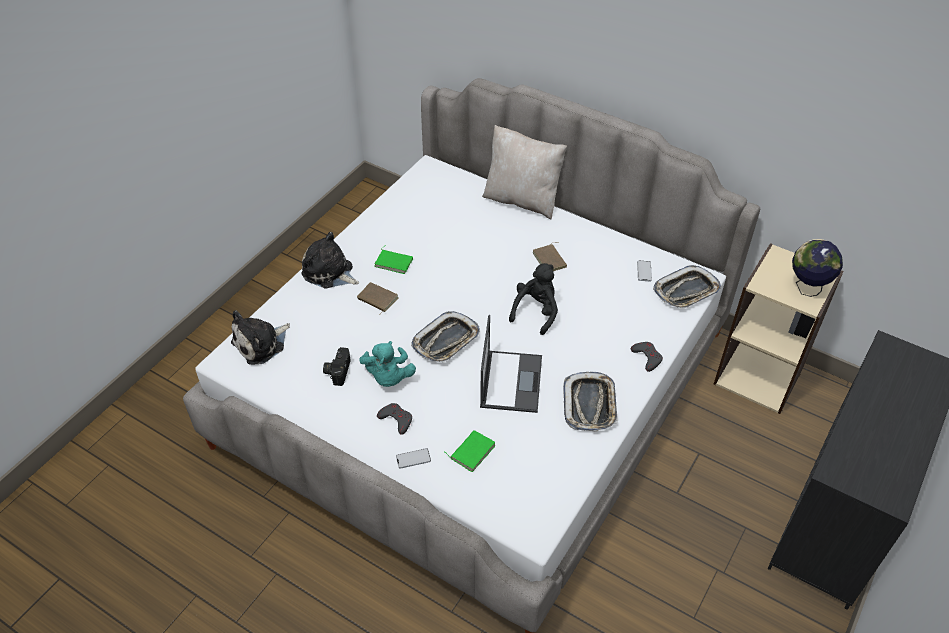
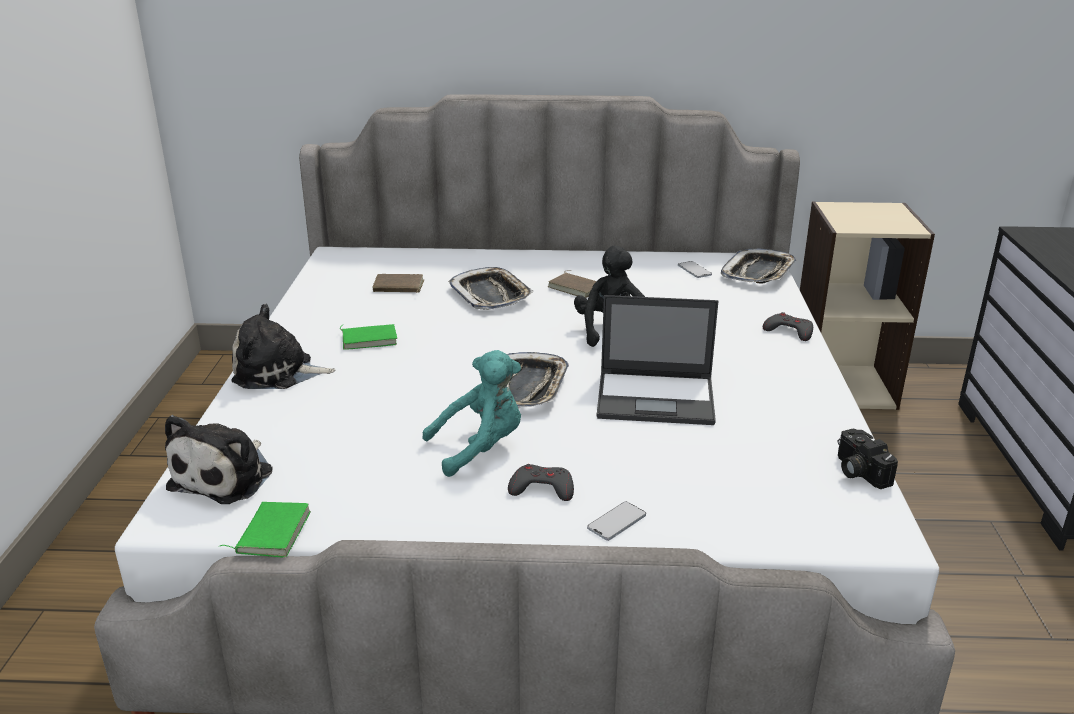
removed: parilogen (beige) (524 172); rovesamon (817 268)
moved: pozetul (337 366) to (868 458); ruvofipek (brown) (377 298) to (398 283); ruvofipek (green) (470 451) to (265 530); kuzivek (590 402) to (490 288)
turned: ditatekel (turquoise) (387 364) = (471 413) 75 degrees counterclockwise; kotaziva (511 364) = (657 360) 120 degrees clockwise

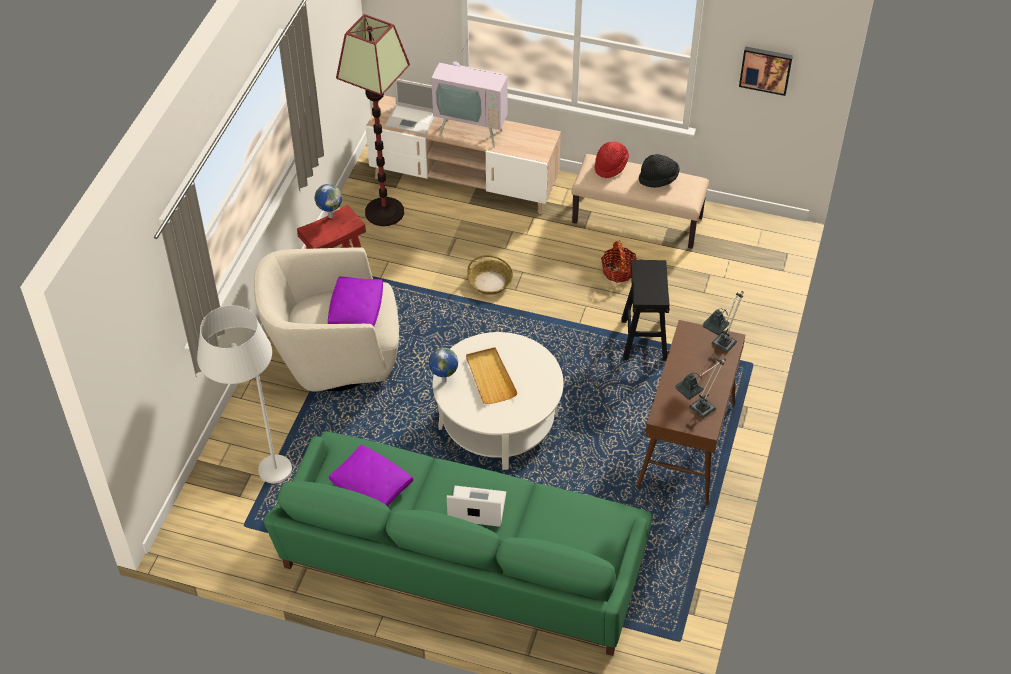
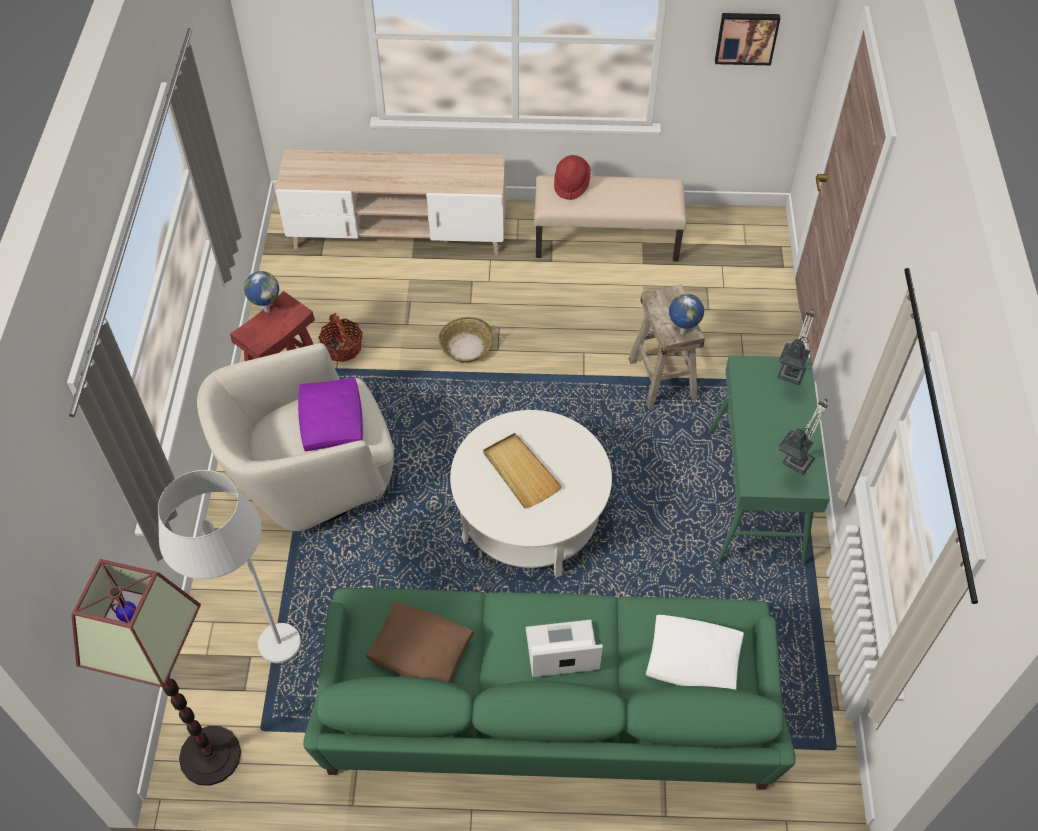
removed: kotaziva (410 107); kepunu (469 90); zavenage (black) (659 171)
added: parilogen (white) (695 652)
moved: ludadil (373 120) to (156 672); rovesamon (443 365) to (686 314); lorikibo (619 261) to (340 337)
recoloured: parilogen (purple) (371 476) to parilogen (brown) (420 642); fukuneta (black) (645 310) to fukuneta (beige) (667 346); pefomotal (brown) (691 412) to pefomotal (green) (769 460)

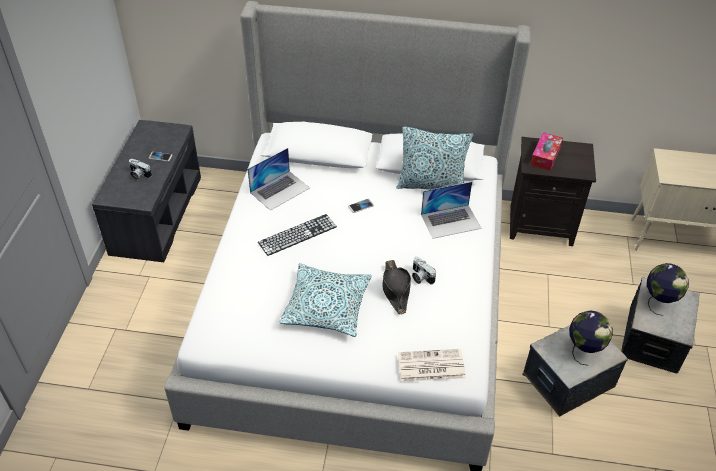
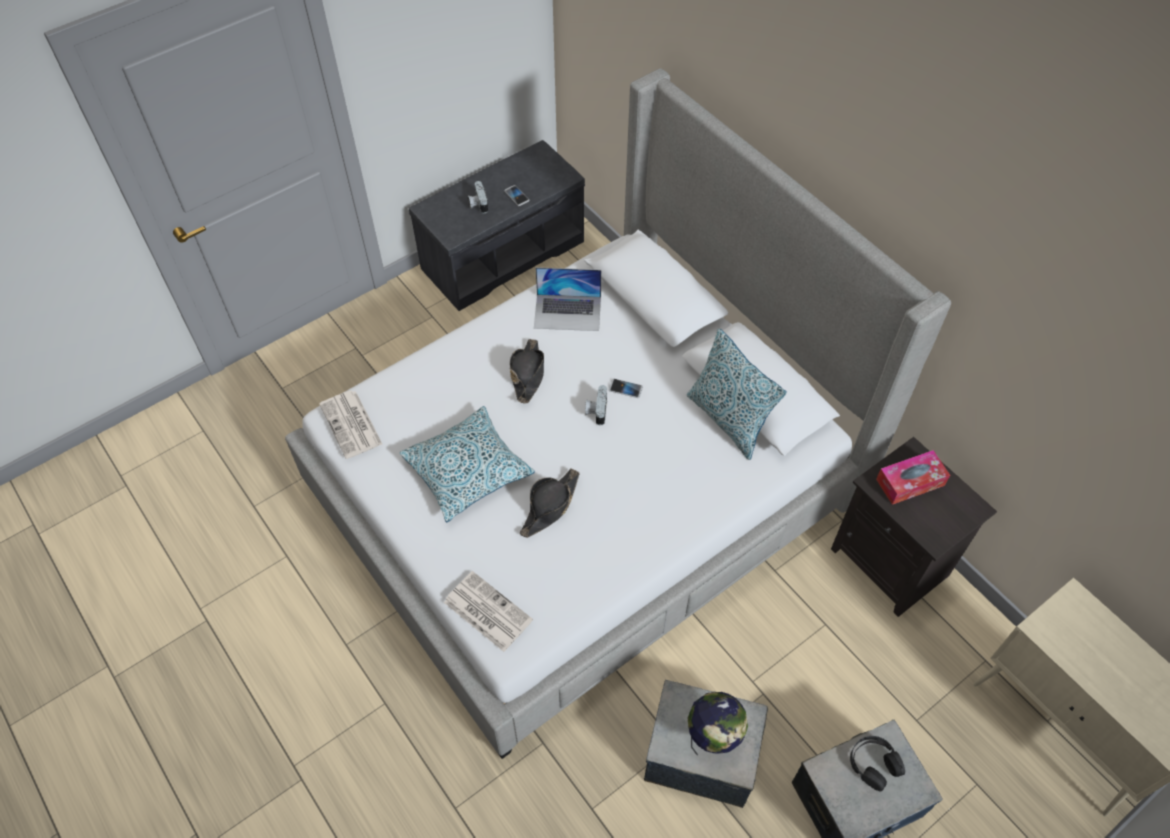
removed: kotaziva (451 210)
added: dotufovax (350 425)
moved: pozetul (424 270) to (596 405)
replaced: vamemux (297 235) to zavenage (black) (527 371); rovesamon (668 289) to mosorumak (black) (877 764)

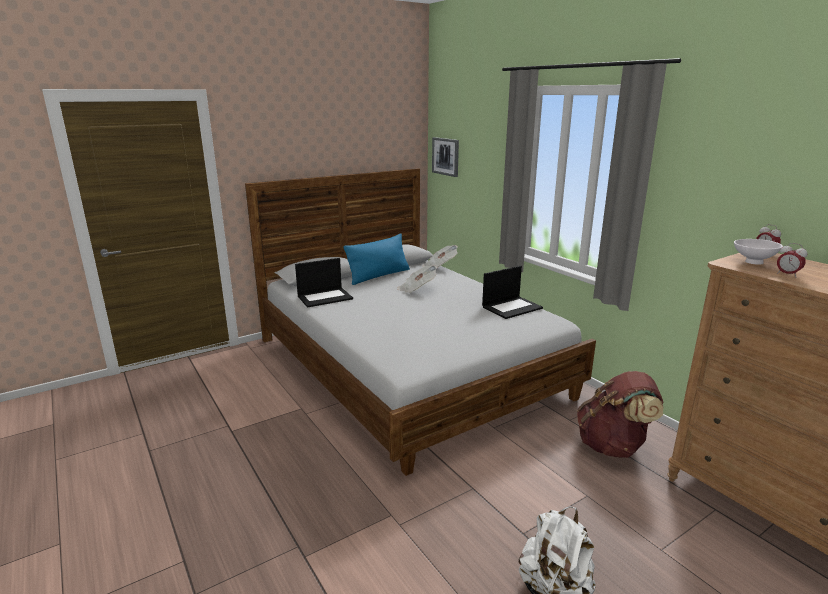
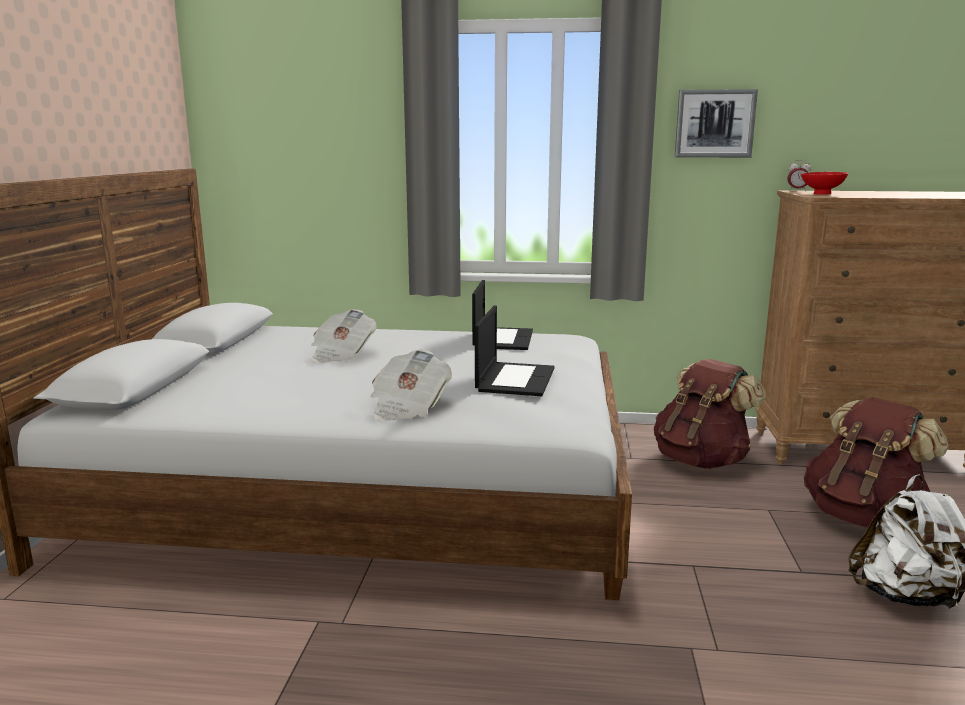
removed: parilogen (blue) (376 259); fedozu (792 260)
added: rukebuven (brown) (876 462)
moved: kotaziva (324 282) to (514 351); dotufovax (440 256) to (411 385); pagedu (445 157) to (716 123)
recoloured: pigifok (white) (758 252) to pigifok (red) (825 183)

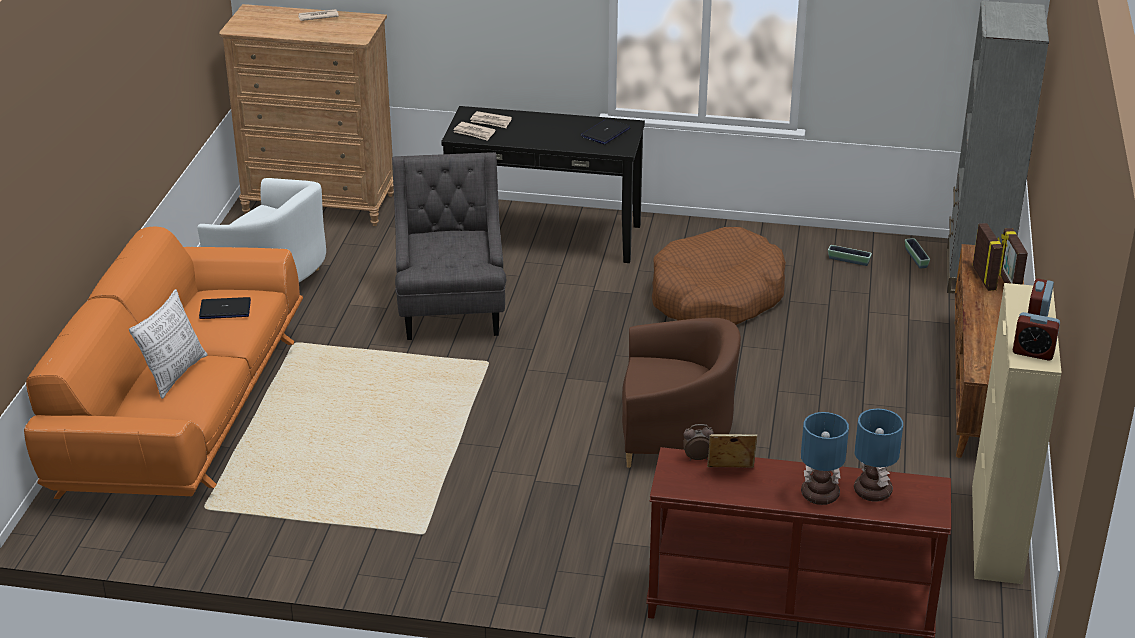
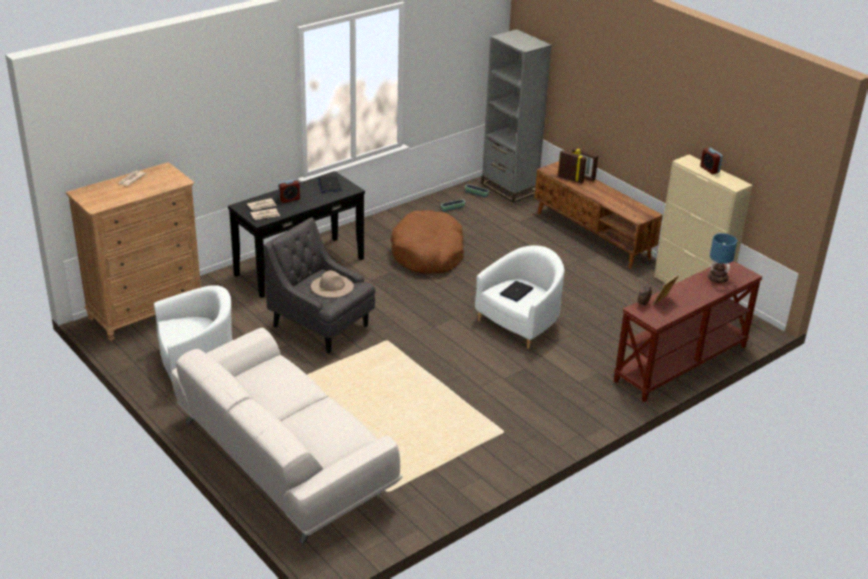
removed: parilogen (168 344); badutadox (825 458)
added: zavenage (beige) (332 284)
moved: kotaziva (225 308) to (516 291); fedozu (1036 336) to (289 191)
recoloured: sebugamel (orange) (163 363) to sebugamel (white) (287 436); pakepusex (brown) (681 393) to pakepusex (white) (520 297)

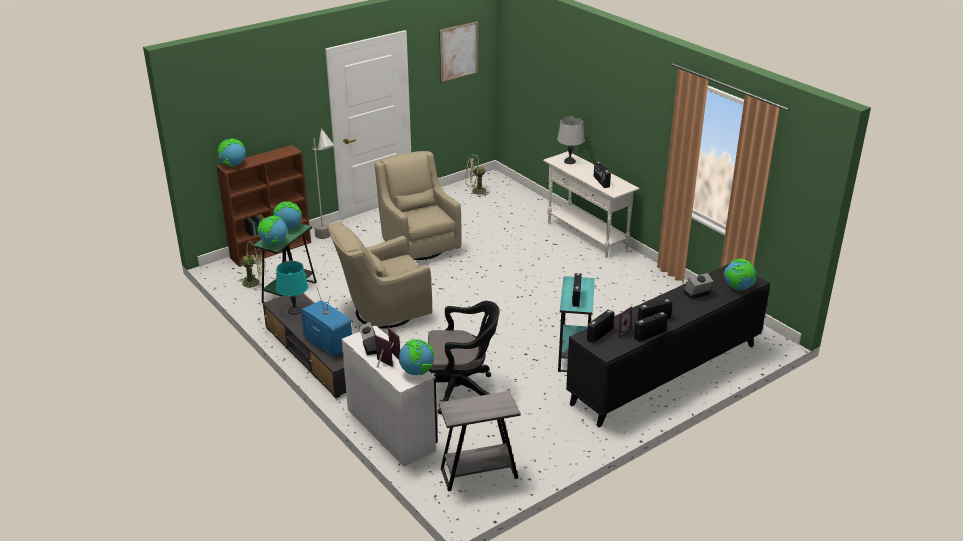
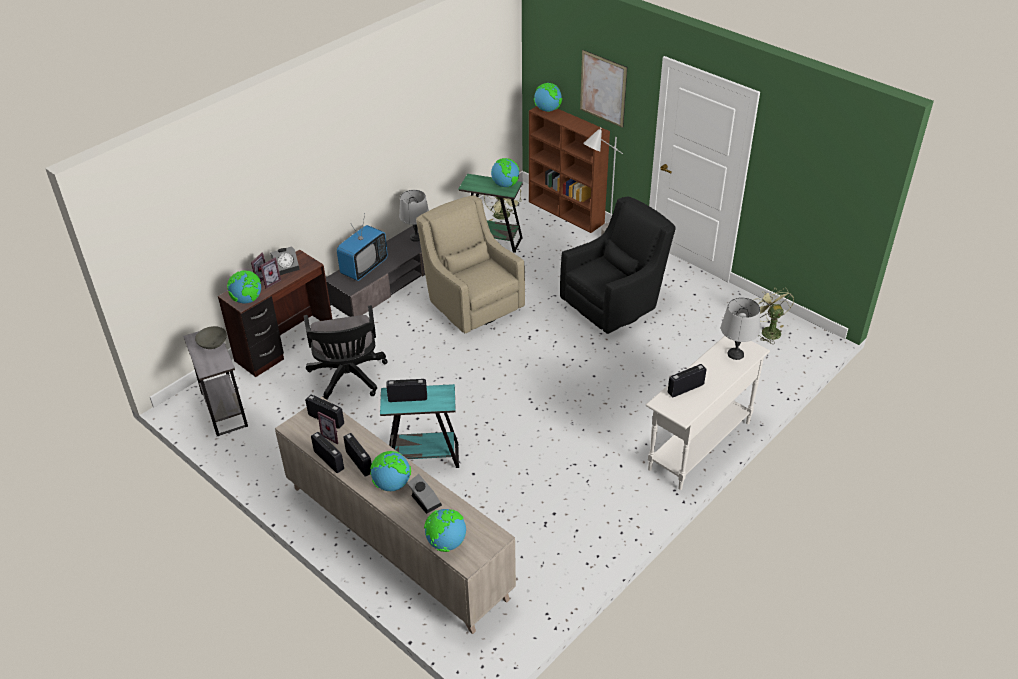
added: pigifok (grey) (211 337)
moved: rovesamon (272 230) to (390 471); pagedu (458 52) to (603 89)
recoloured: badutadox (turquoise) (292 288) to badutadox (grey) (414 216); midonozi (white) (390 396) to midonozi (brown) (275 313); pakepusex (beige) (418 205) to pakepusex (black) (617 265); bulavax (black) (668 345) to bulavax (beige) (395 515)

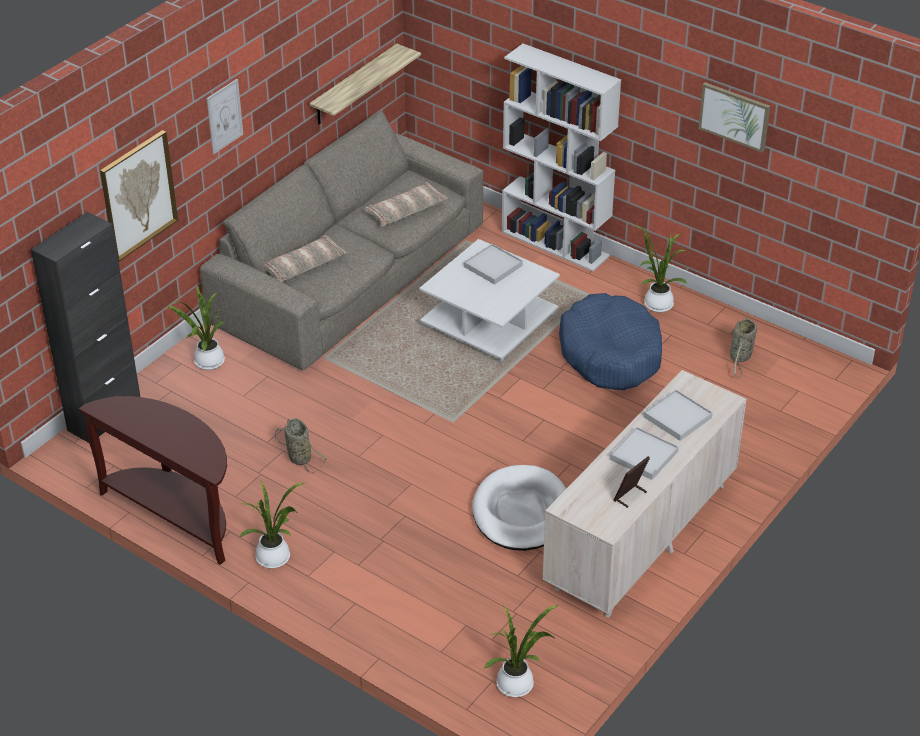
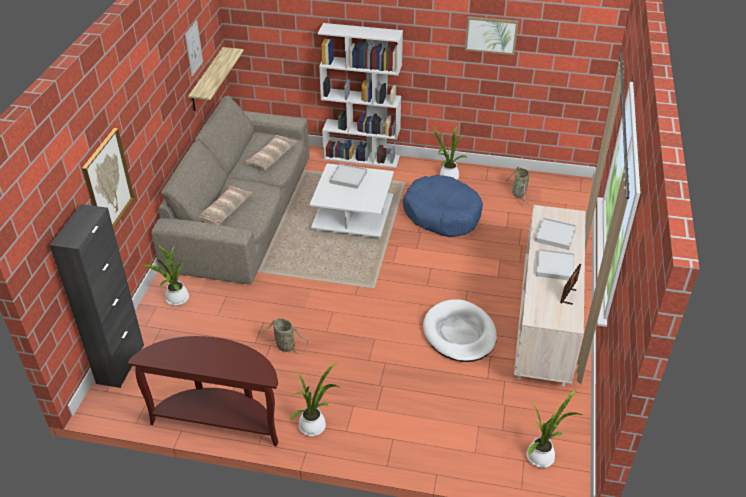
moved: pagedu (224 116) to (194 48)

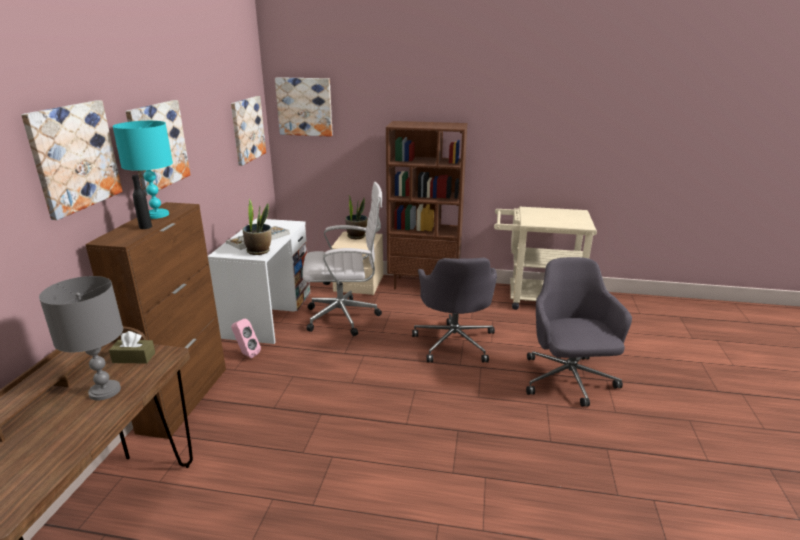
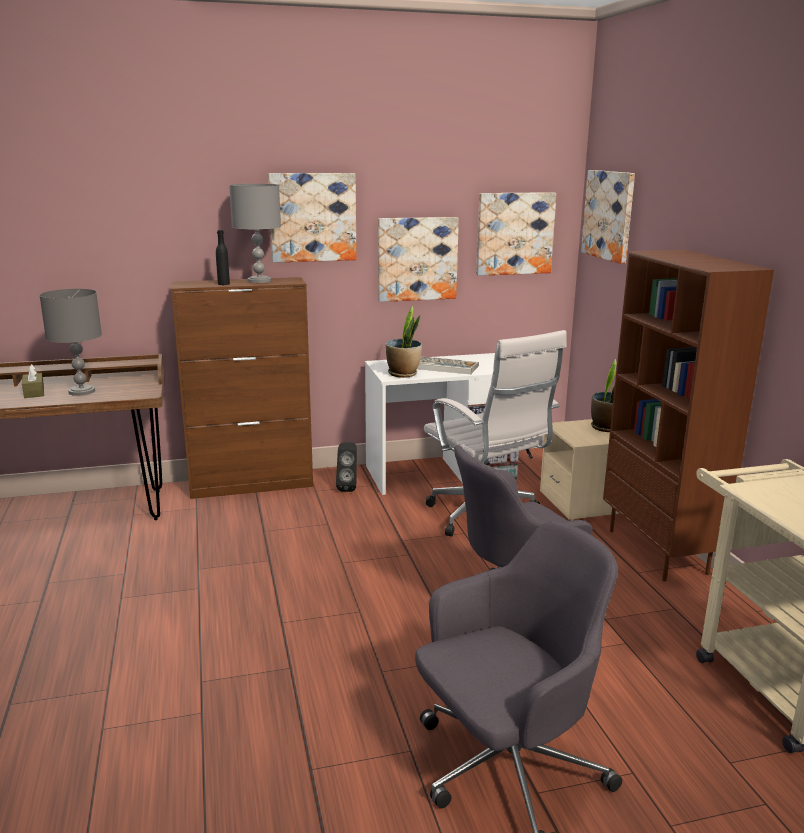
moved: pagedu (72 160) to (418 259); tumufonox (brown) (132 347) to (33 381)
recoloured: badutadox (turquoise) (143 170) to badutadox (grey) (255 233); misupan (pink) (246 338) to misupan (black) (346 467)

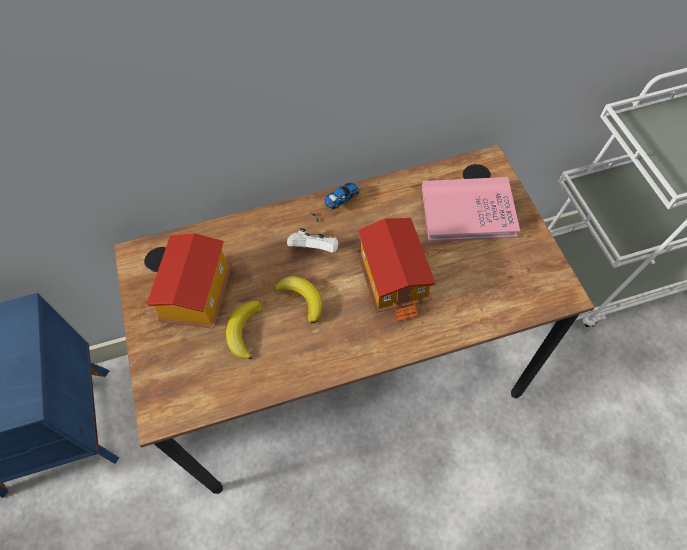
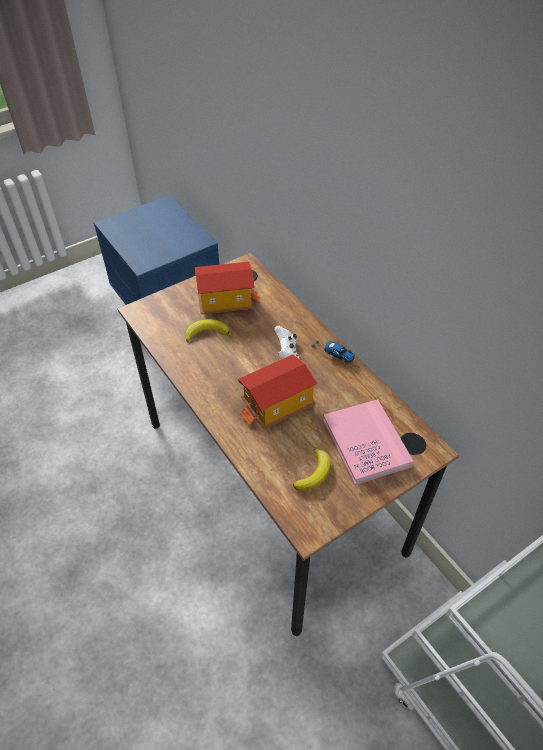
moved: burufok (298 299) to (312 470)

